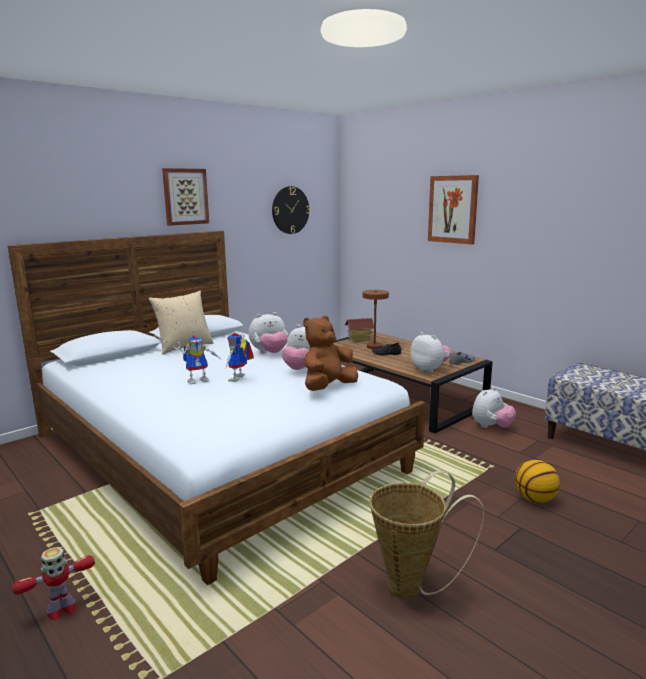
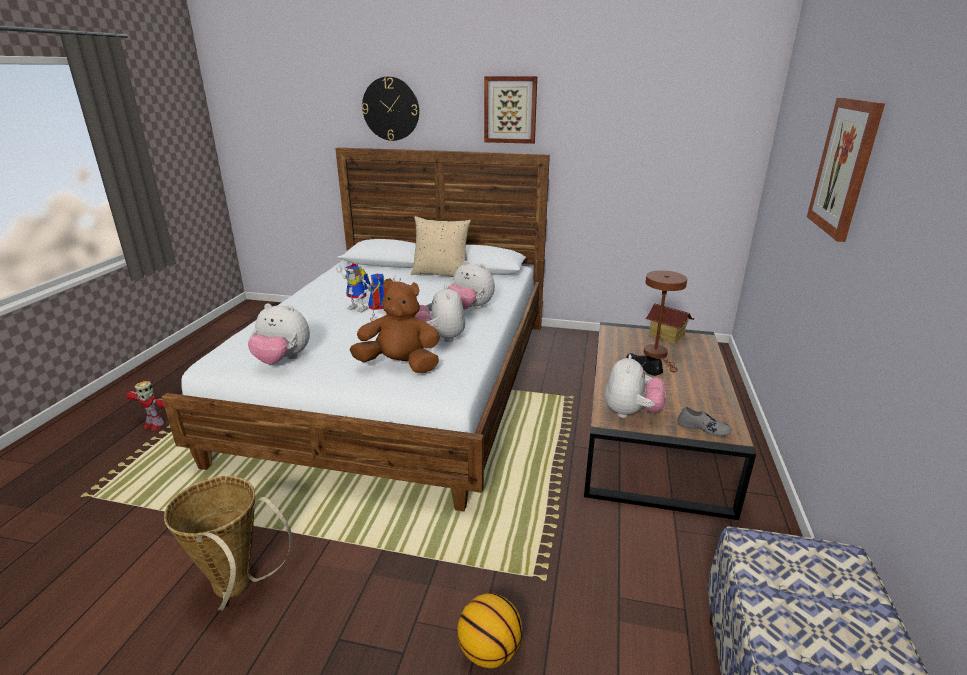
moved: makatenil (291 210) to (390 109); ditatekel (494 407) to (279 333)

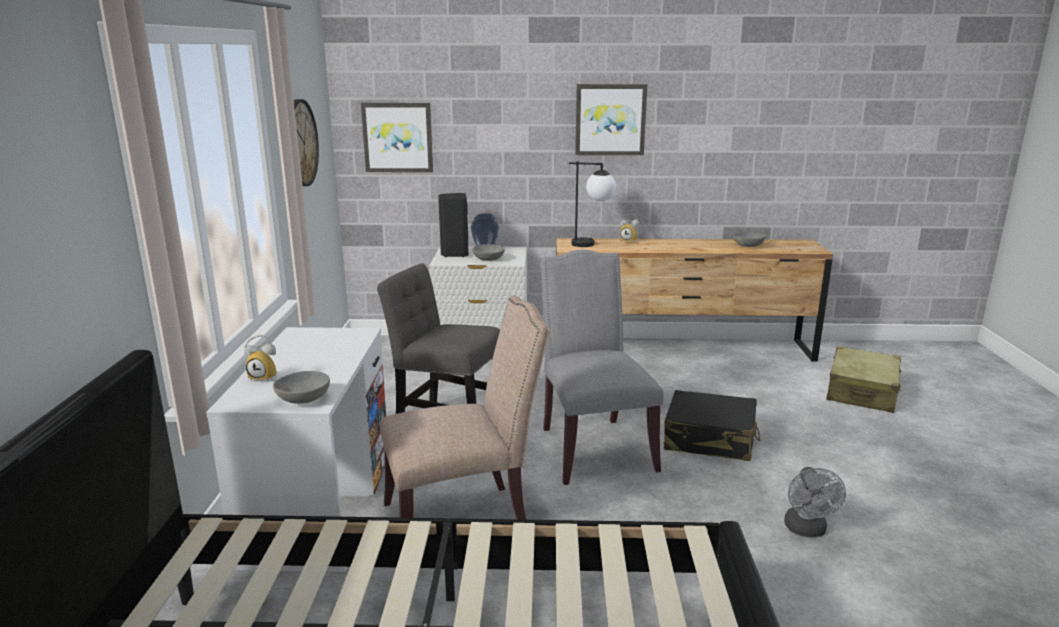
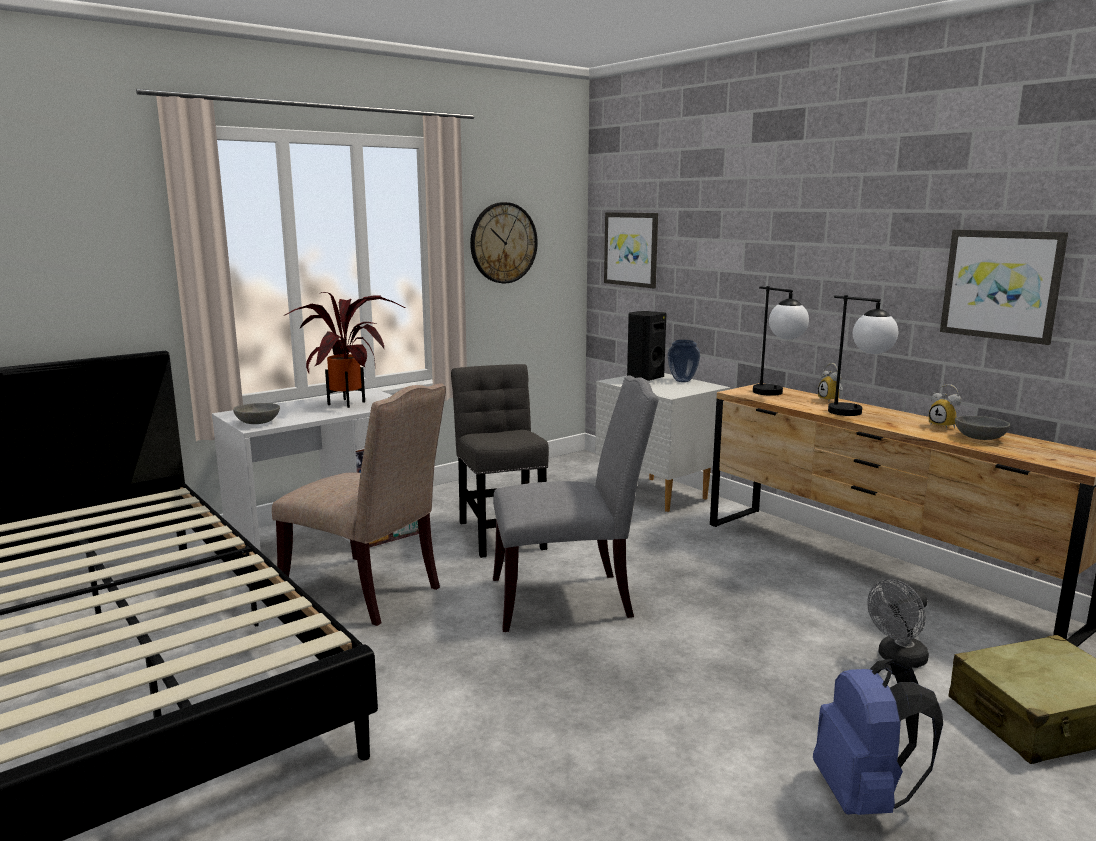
removed: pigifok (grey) (488 252); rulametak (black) (712 425)
added: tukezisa (344 350); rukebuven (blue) (878 737); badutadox (863 355)
moved: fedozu (260 358) to (945 406); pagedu (611 119) to (1004 287); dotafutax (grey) (815 502) to (898 623)
turned: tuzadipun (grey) (602 367) = (576 503) 45 degrees clockwise

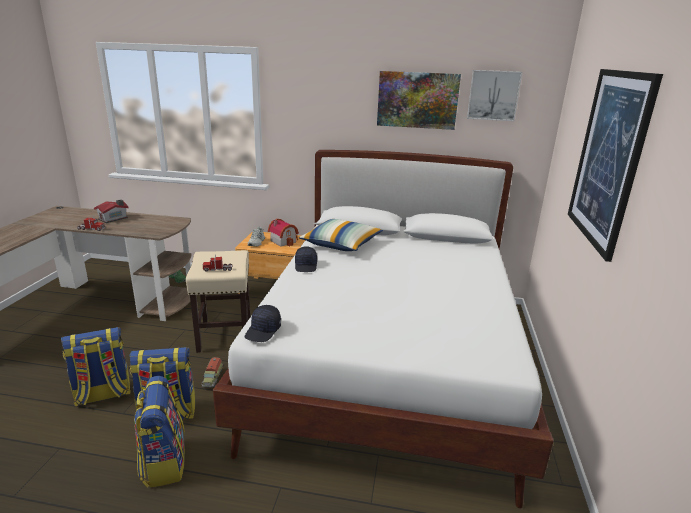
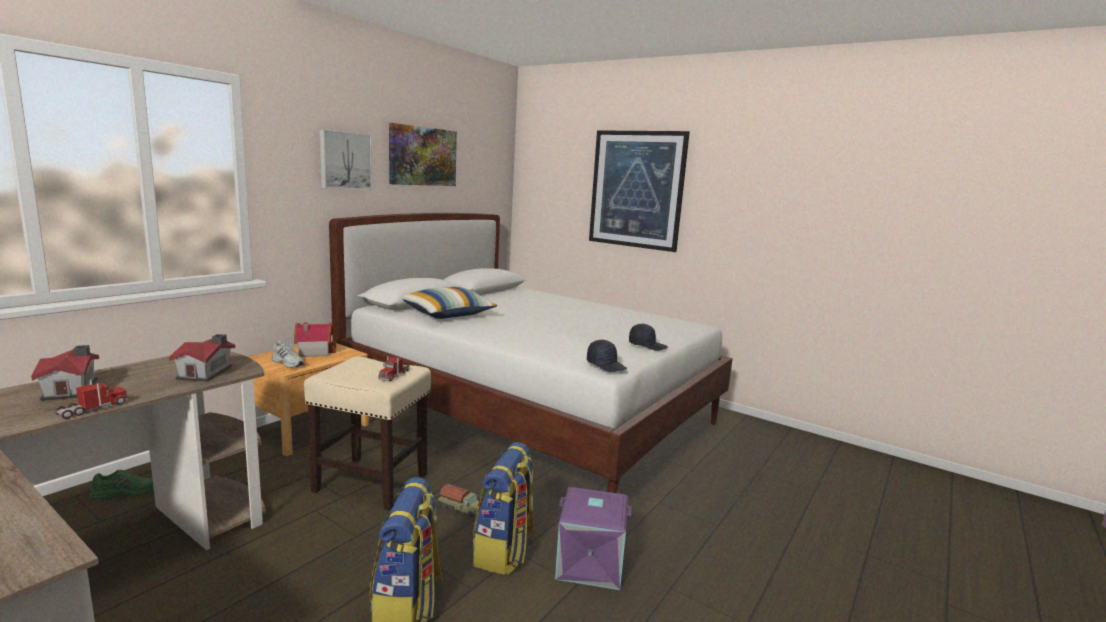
added: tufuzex (202 358)
moved: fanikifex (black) (306 259) to (648 337); pagedu (494 95) to (346 159)
replaced: rukebuven (159 432) to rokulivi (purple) (593 538)

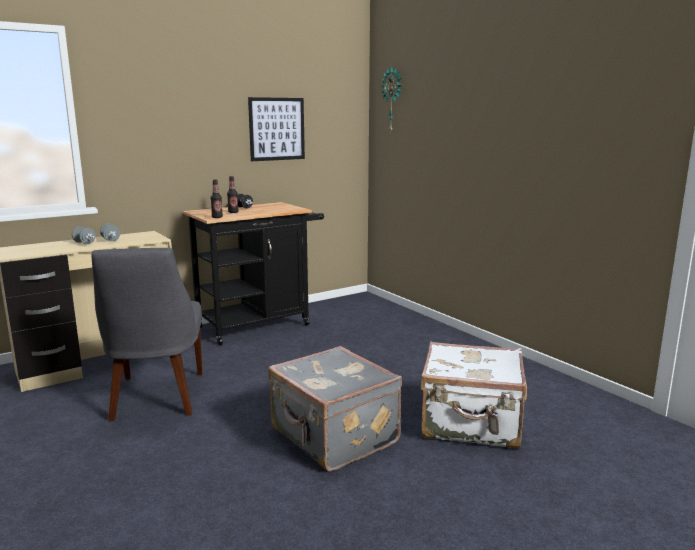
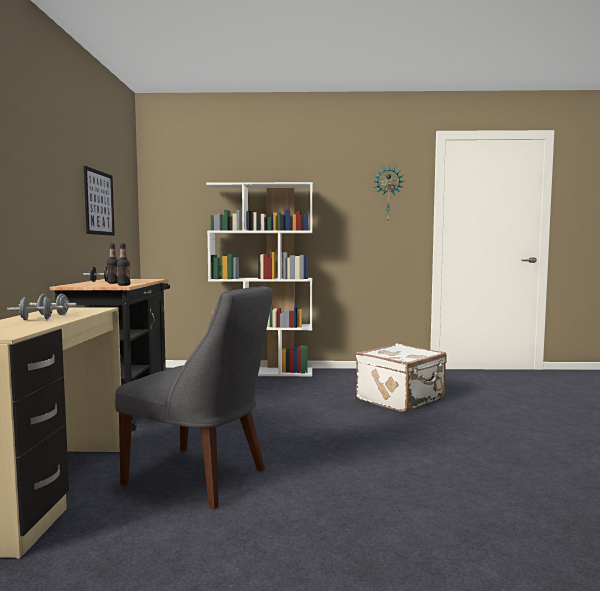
removed: rulametak (grey) (335 408)
added: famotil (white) (259 279)
moved: makatenil (391 100) to (388 193)

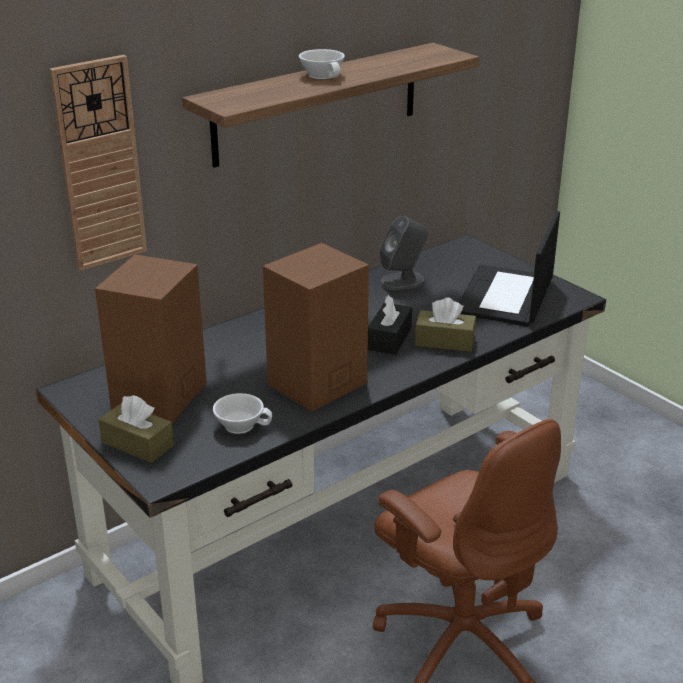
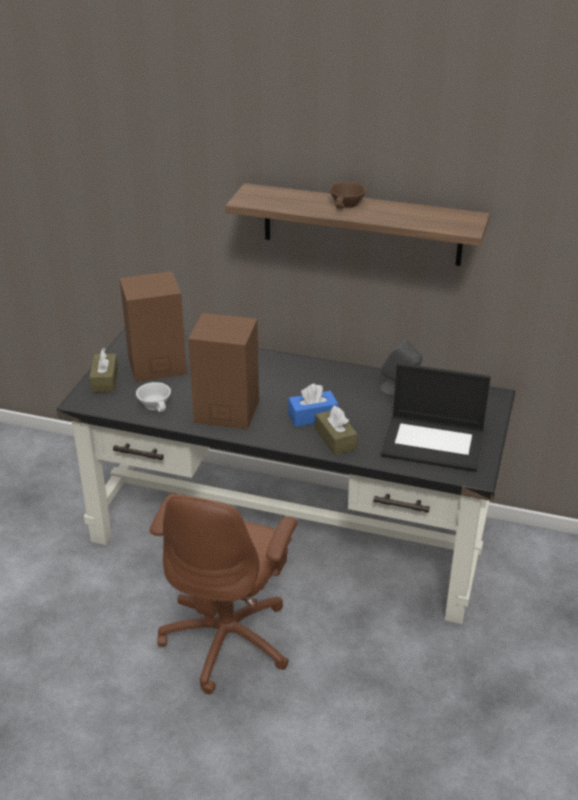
removed: makatenil (98 163)
recoloured: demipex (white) (322 64) to demipex (brown) (347 195); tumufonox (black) (390 325) to tumufonox (blue) (313 405)
turned: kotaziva (509 268) = (436 417) 150 degrees counterclockwise

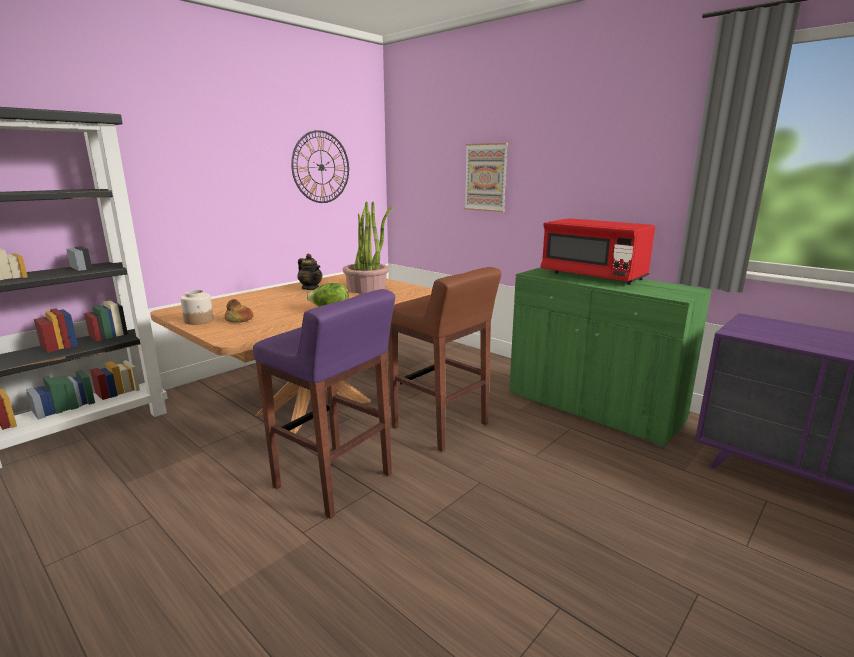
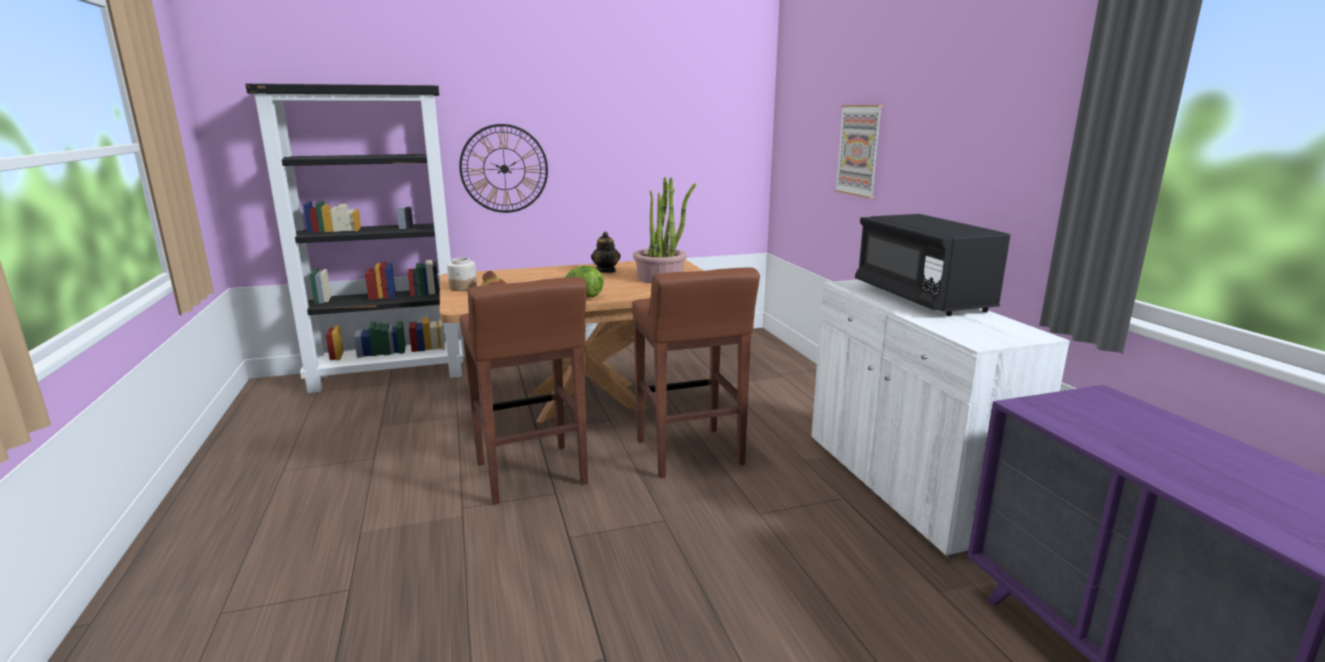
moved: makatenil (320 166) to (503 168)
recoloured: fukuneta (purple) (324 404) to fukuneta (brown) (524 391); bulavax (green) (610 358) to bulavax (white) (940 418); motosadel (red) (597 251) to motosadel (black) (932 265)

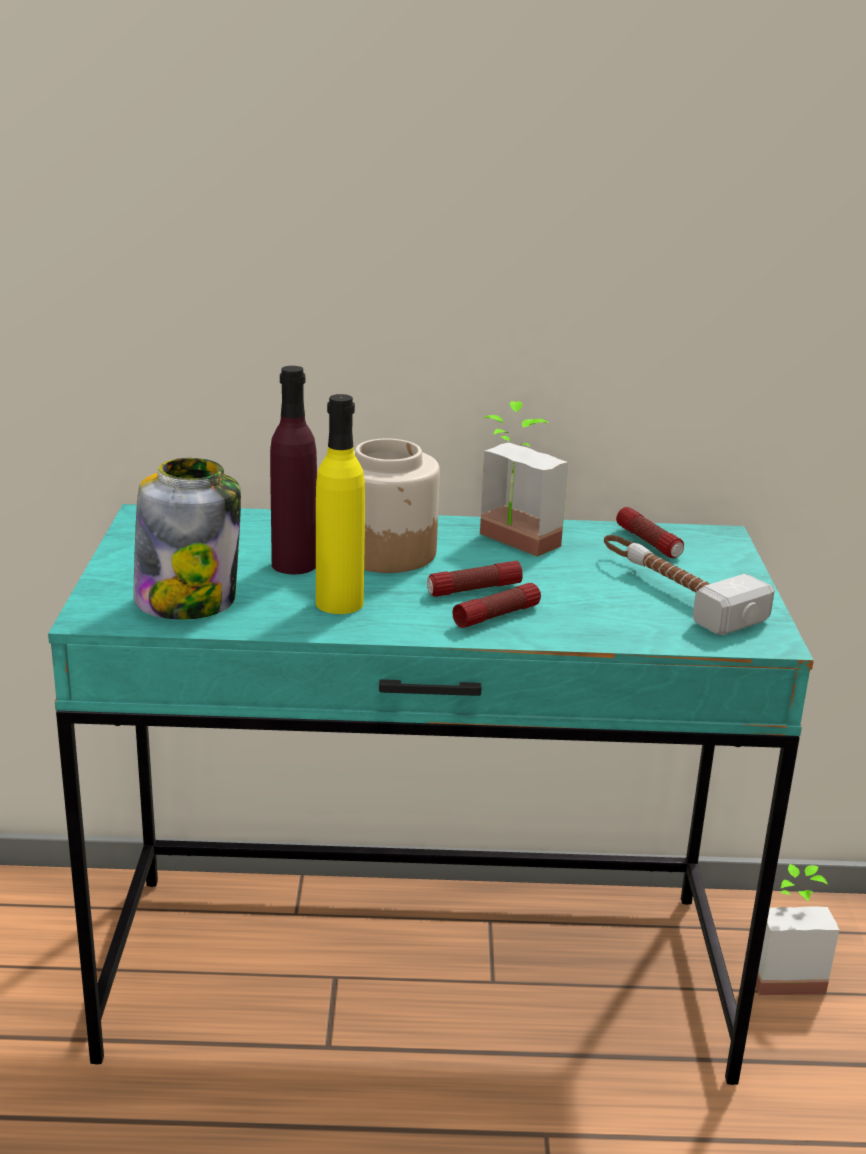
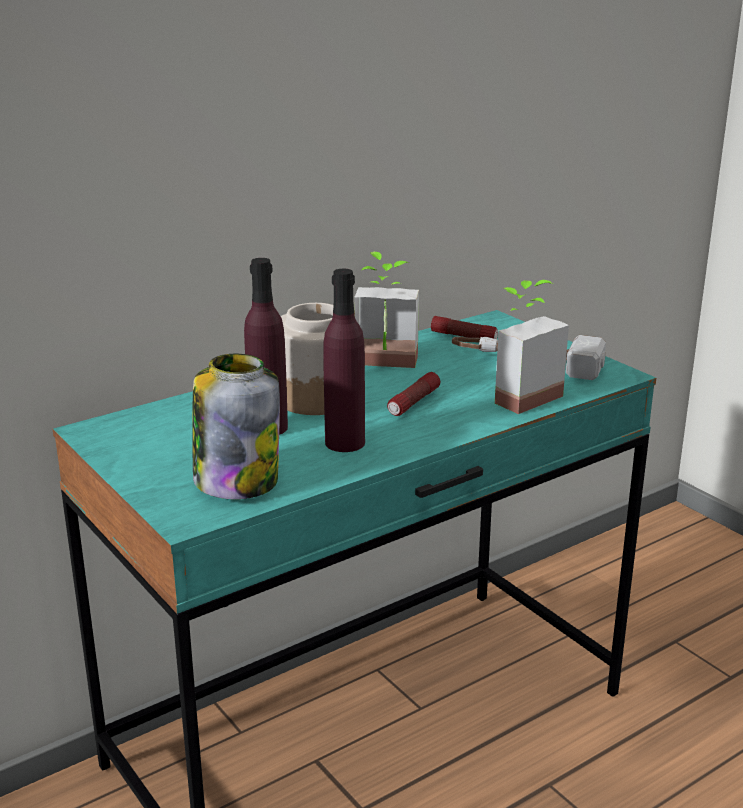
removed: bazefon (497 605)
moved: tukezisa (797 929) to (532 347)
recoloured: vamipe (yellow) (340 504) to vamipe (purple) (344 360)

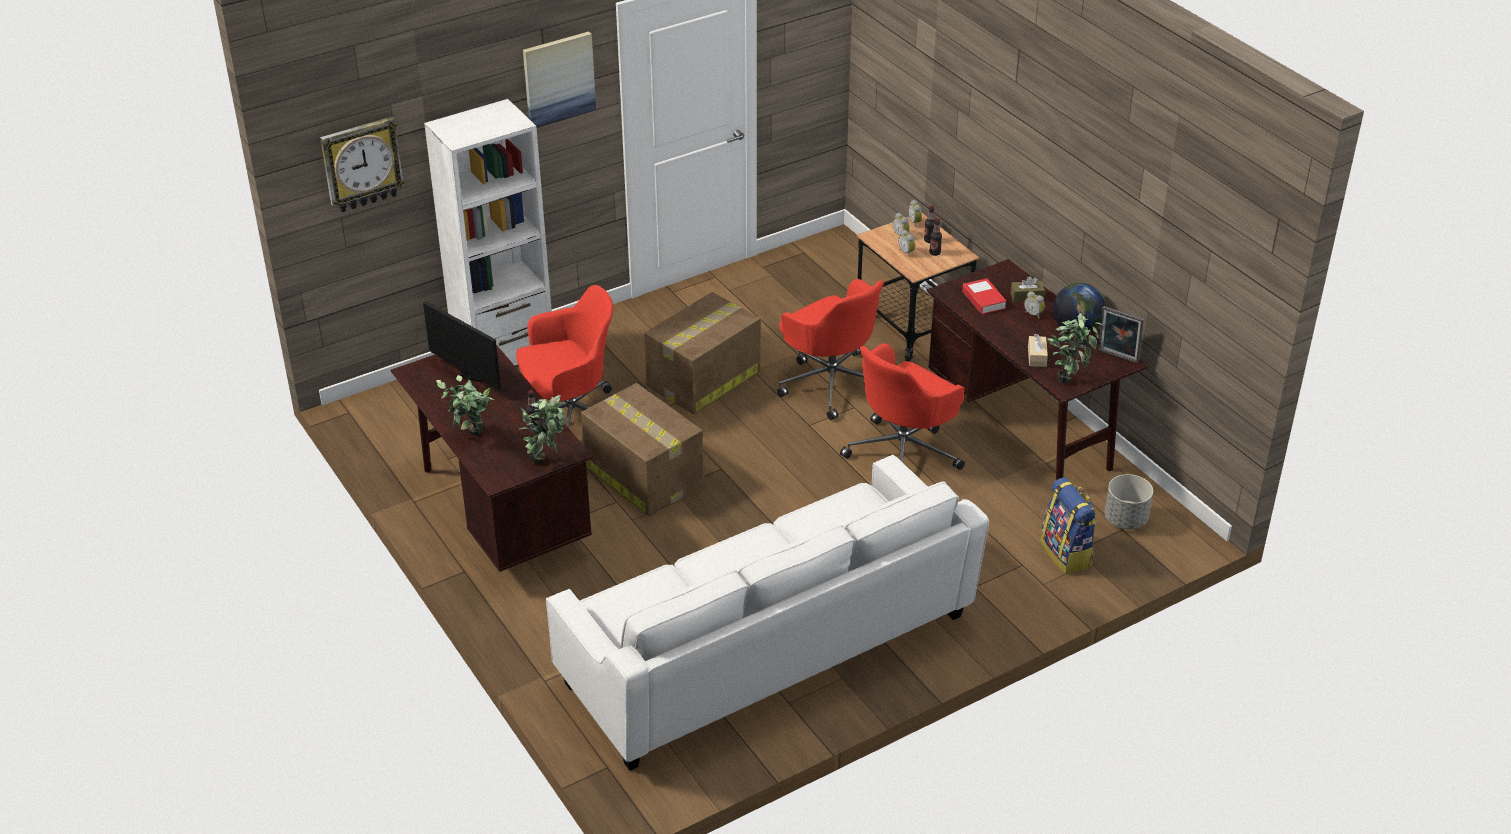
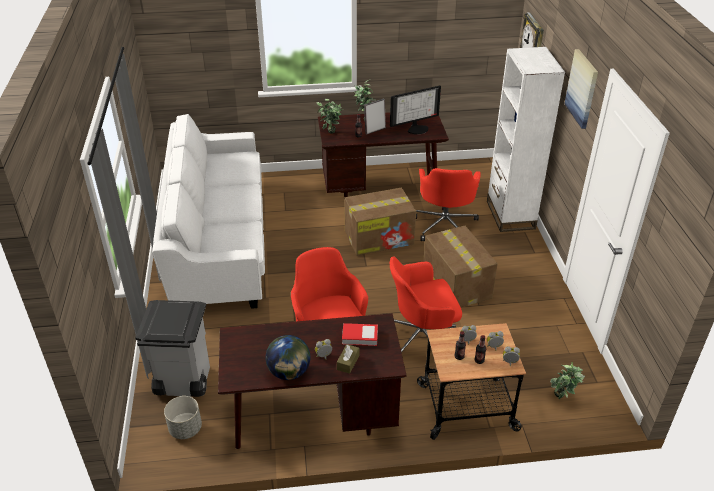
removed: tumufonox (beige) (1038 350)
moved: tukezisa (1075 348) to (567 380); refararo (1121 334) to (375 116)
replaced: rukebuven (1068 526) to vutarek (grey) (172 348)

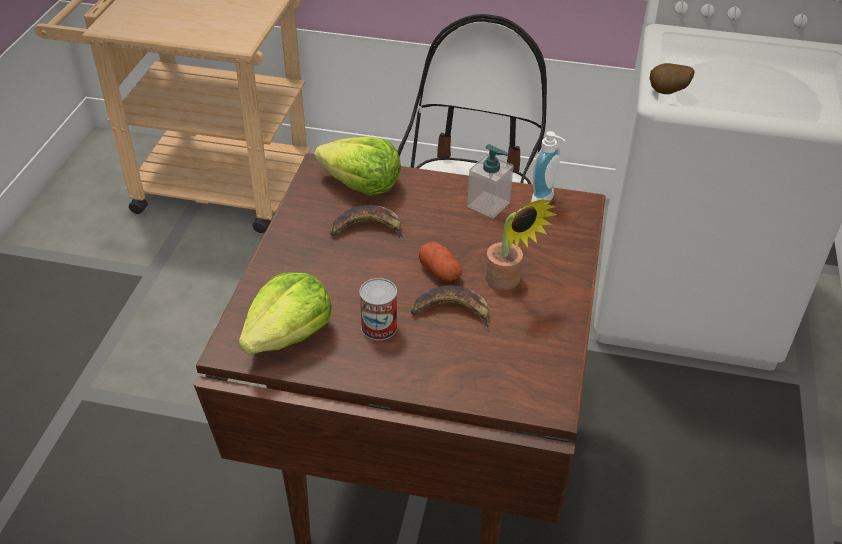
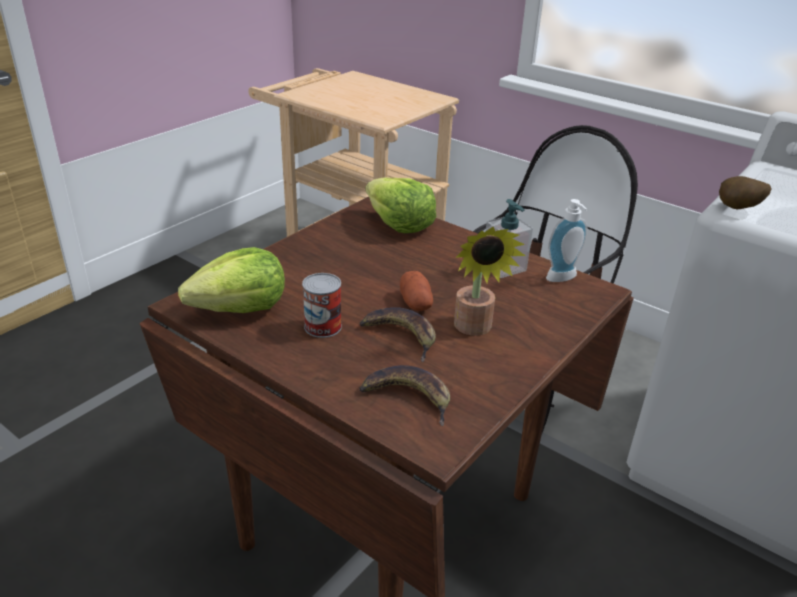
moved: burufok (367 223) to (404 395)

